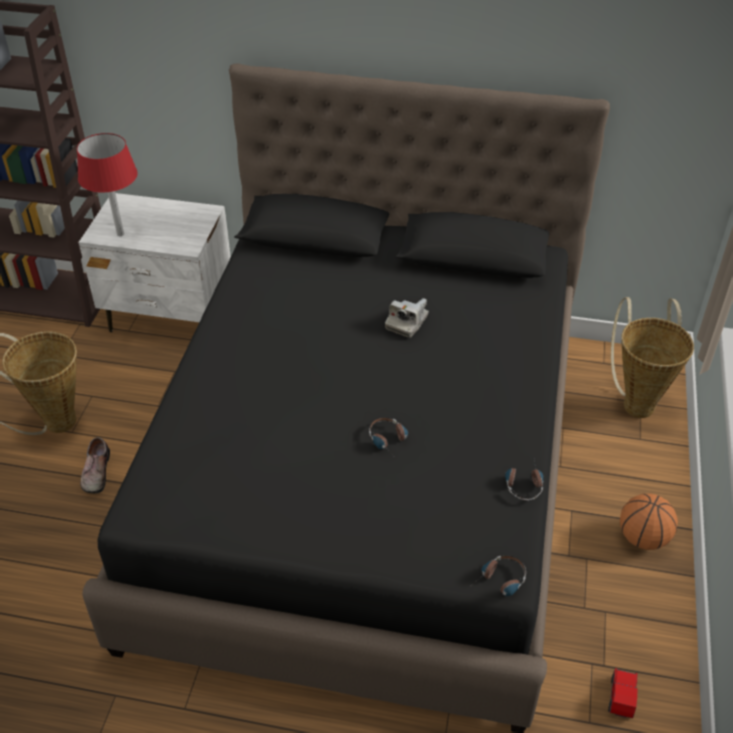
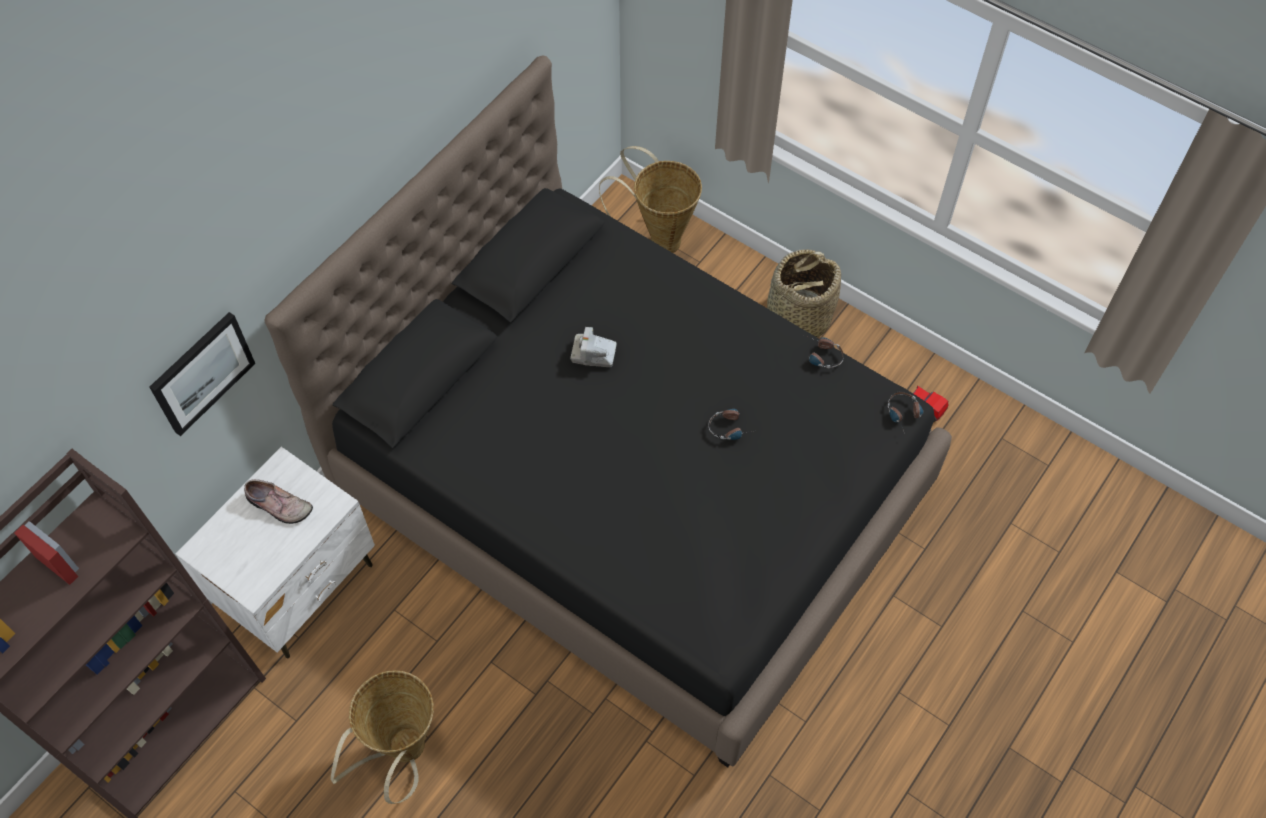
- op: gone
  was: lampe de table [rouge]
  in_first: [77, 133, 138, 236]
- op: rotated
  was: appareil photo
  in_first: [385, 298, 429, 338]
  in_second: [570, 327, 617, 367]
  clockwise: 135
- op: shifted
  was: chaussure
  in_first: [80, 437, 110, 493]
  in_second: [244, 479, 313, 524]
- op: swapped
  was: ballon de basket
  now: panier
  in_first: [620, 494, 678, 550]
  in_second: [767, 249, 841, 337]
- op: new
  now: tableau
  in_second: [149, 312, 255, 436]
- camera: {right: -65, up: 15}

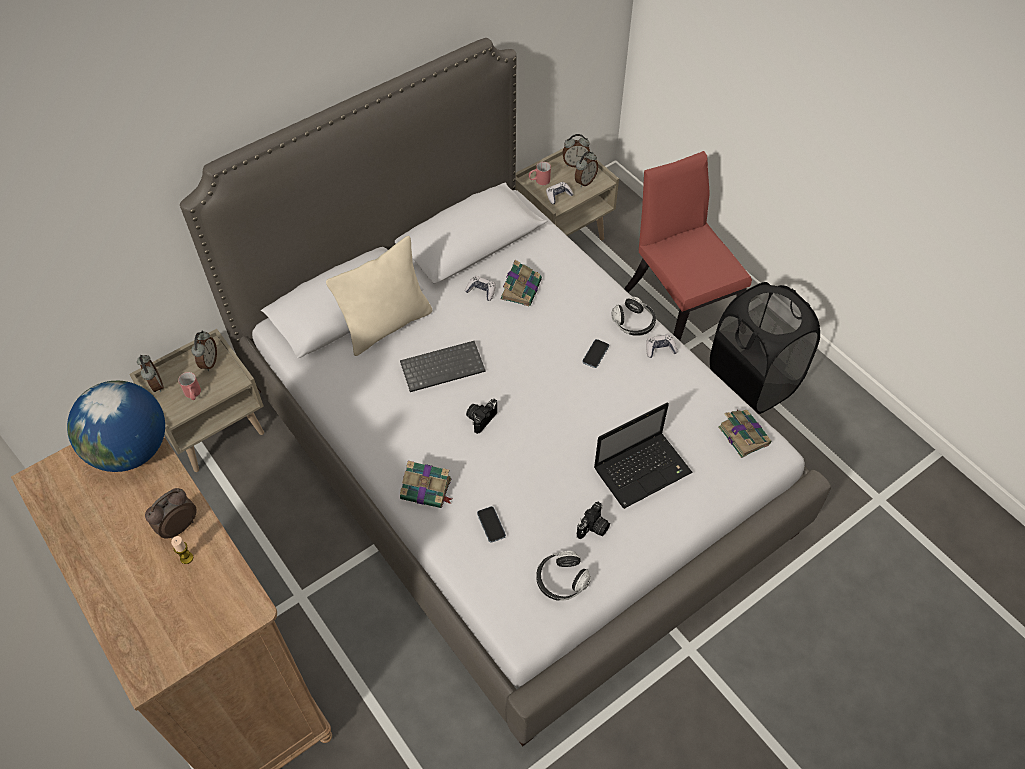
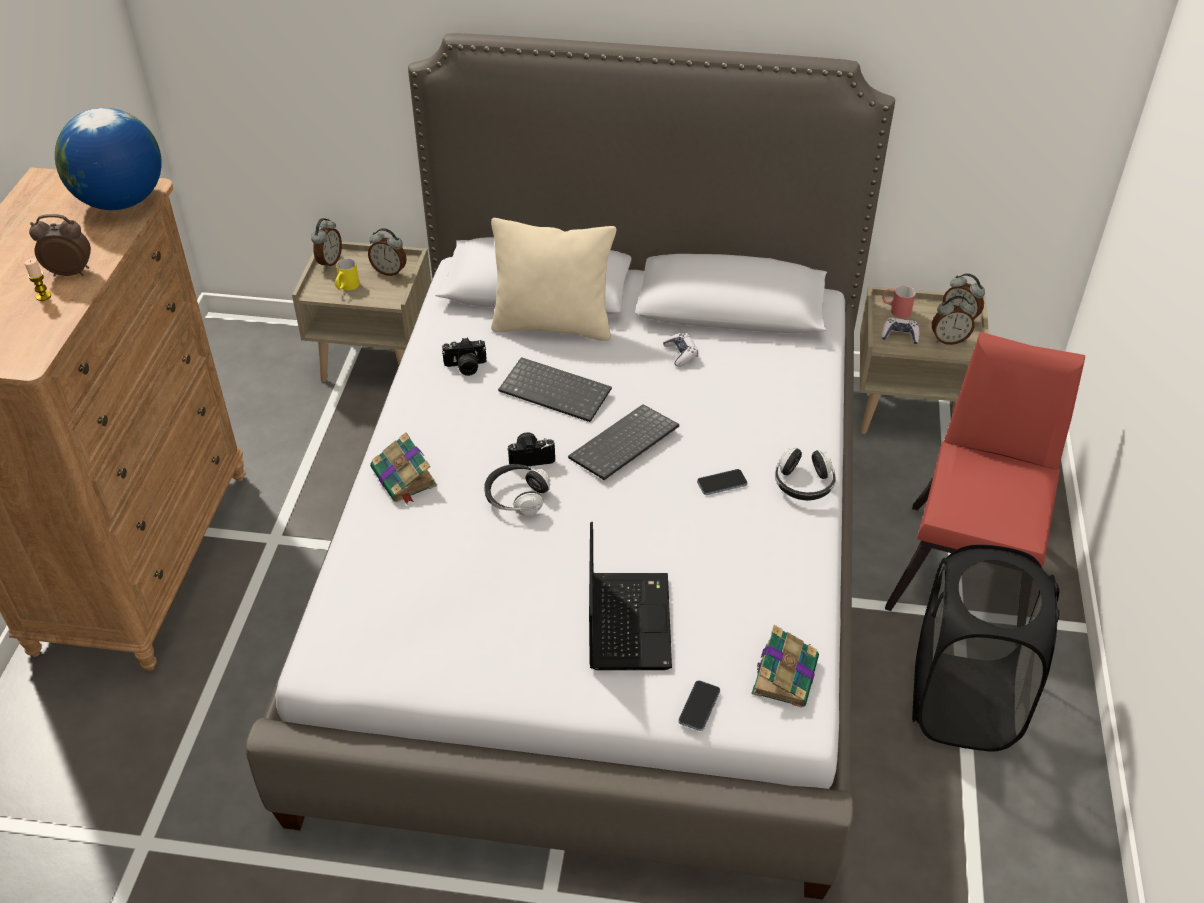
- op: gone
  was: livre
  in_first: [500, 260, 542, 306]
- op: rotated
  was: réveil
  in_first: [191, 331, 217, 371]
  in_second: [368, 228, 407, 276]
  clockwise: 60
- op: gone
  was: manette
  in_first: [646, 334, 678, 358]
- op: repainted
  was: mug [rouge]
  now: mug [jaune]
  in_first: [178, 372, 201, 400]
  in_second: [335, 258, 359, 290]
- op: rotated
  was: ordinateur portable
  in_first: [594, 402, 693, 509]
  in_second: [589, 522, 672, 670]
  clockwise: -105
- op: shifted
  was: appareil photo
  in_first: [577, 502, 610, 539]
  in_second: [442, 337, 487, 376]
- op: shifted
  was: téléphone
  in_first: [477, 506, 506, 543]
  in_second: [678, 680, 720, 731]
- op: shifted
  was: casque audio
  in_first: [536, 551, 591, 601]
  in_second: [484, 464, 551, 516]
- op: new
  now: clavier
  in_second: [568, 404, 679, 480]
- camera: {right: 45, up: -10}

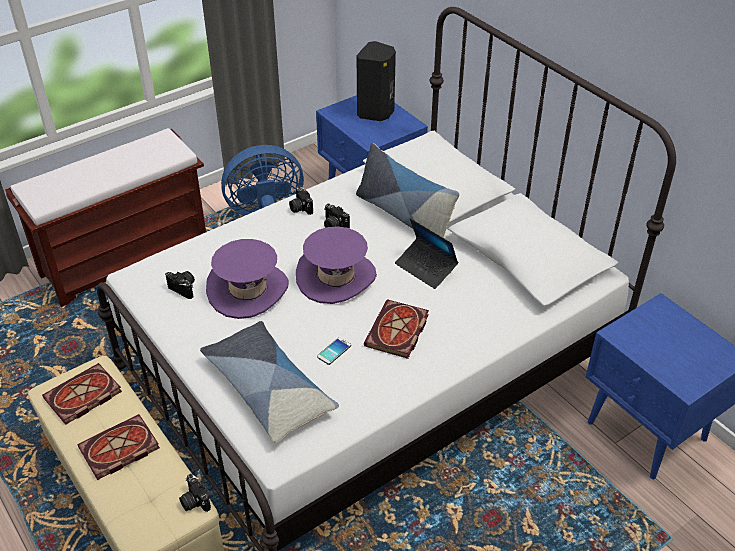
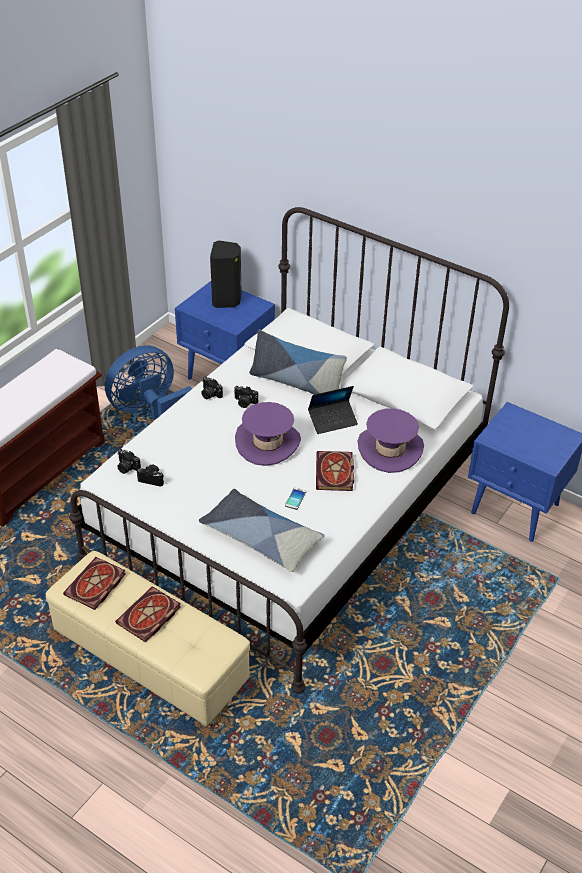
- op: rotated
  was: ordinateur portable
  in_first: [395, 218, 458, 289]
  in_second: [308, 386, 358, 434]
  clockwise: -45
- op: shifted
  was: chapeau [violet]
  in_first: [206, 239, 289, 319]
  in_second: [358, 408, 424, 473]
- op: shifted
  was: appareil photo
  in_first: [179, 474, 211, 512]
  in_second: [117, 449, 141, 474]
- camera: {right: -20, up: 0}

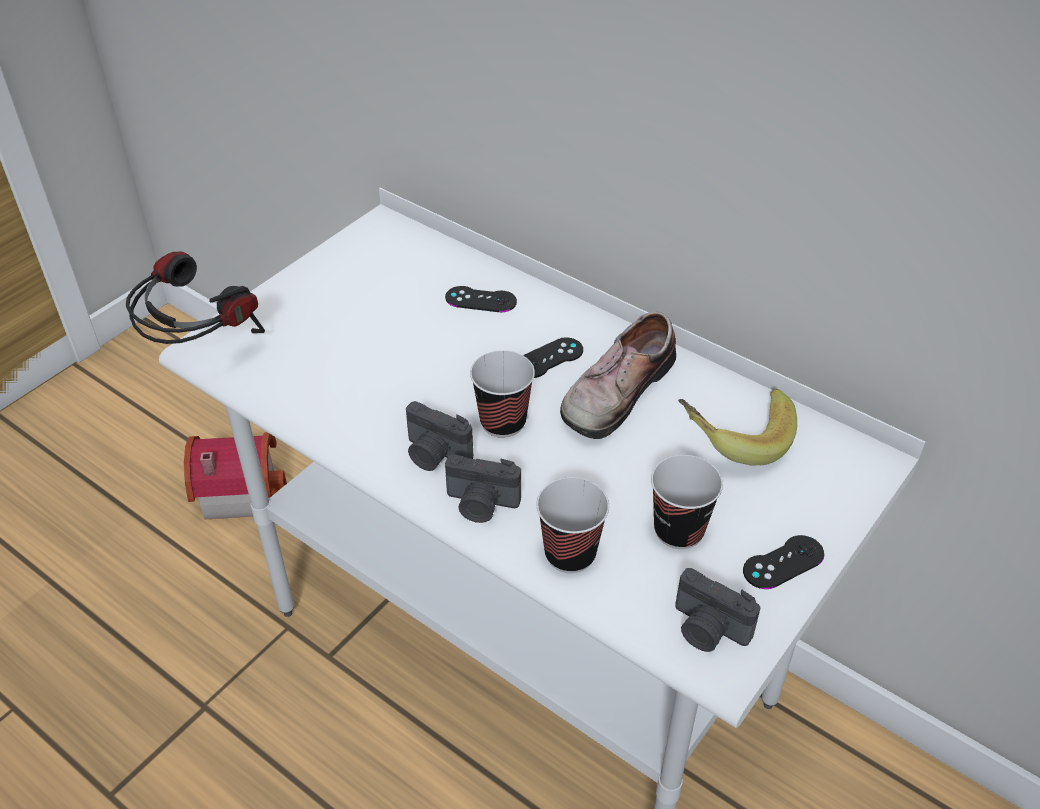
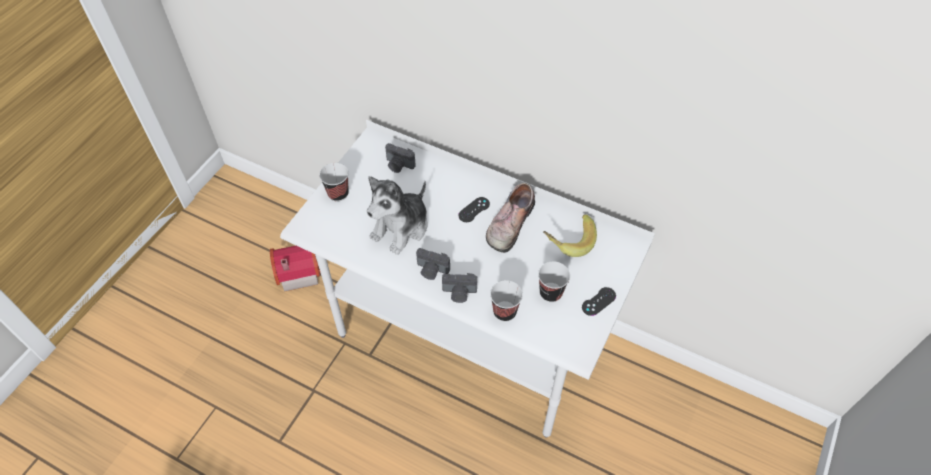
- op: gone
  was: casque audio
  in_first: [126, 252, 265, 344]
- op: gone
  was: manette [noir]
  in_first: [445, 286, 517, 312]
- op: shifted
  was: tasse
  in_first: [470, 350, 535, 438]
  in_second: [319, 163, 349, 202]
- op: shifted
  was: appareil photo
  in_first: [675, 568, 760, 652]
  in_second: [385, 143, 416, 173]
- op: new
  now: peluche
  in_second: [367, 176, 428, 255]
- camera: {right: -10, up: 10}

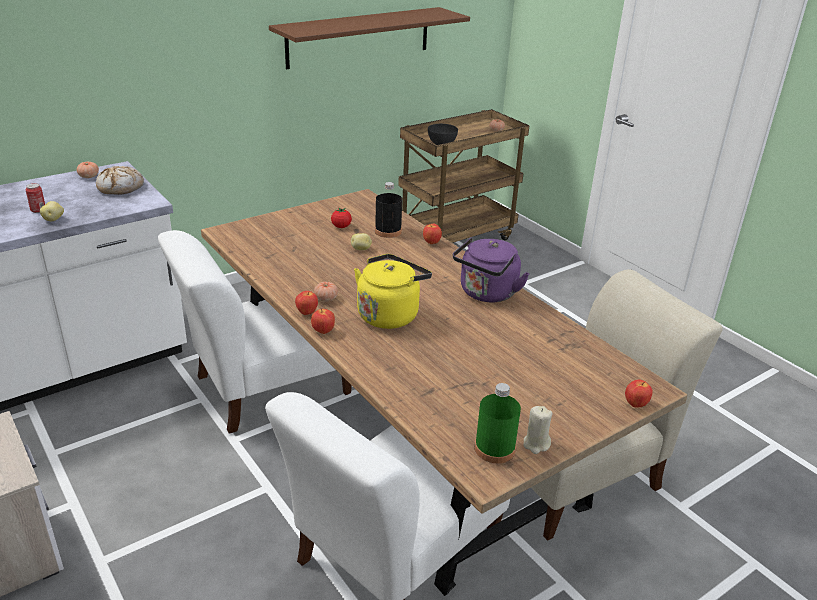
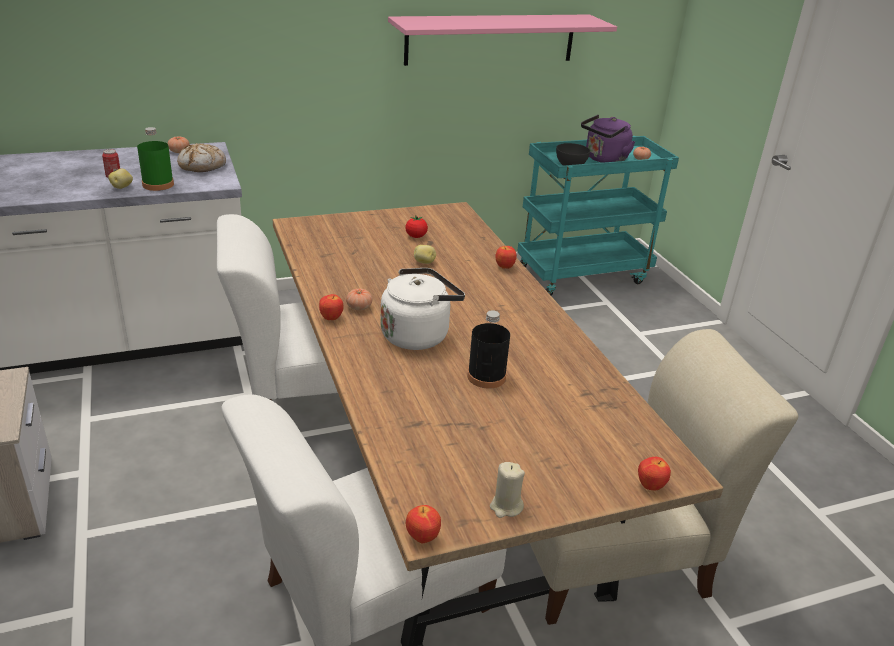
- op: repainted
  was: étagère [marron]
  now: étagère [rose]
  in_first: [269, 7, 470, 69]
  in_second: [388, 14, 617, 66]
- op: repainted
  was: chariot [marron]
  now: chariot [turquoise]
  in_first: [398, 109, 530, 243]
  in_second: [517, 136, 679, 296]
- op: shifted
  was: bouteille [noir]
  in_first: [375, 182, 402, 238]
  in_second: [467, 310, 510, 389]
- op: shifted
  was: bouilloire [violet]
  in_first: [453, 237, 530, 302]
  in_second: [581, 115, 635, 163]
- op: repainted
  was: bouilloire [jaune]
  now: bouilloire [blanc]
  in_first: [354, 254, 432, 329]
  in_second: [380, 268, 465, 350]
- op: shifted
  was: pomme
  in_first: [311, 309, 335, 334]
  in_second: [406, 505, 441, 544]
- op: shifted
  was: bouteille [vert]
  in_first: [475, 383, 521, 463]
  in_second: [137, 127, 174, 191]
- camera: {right: 15, up: 0}

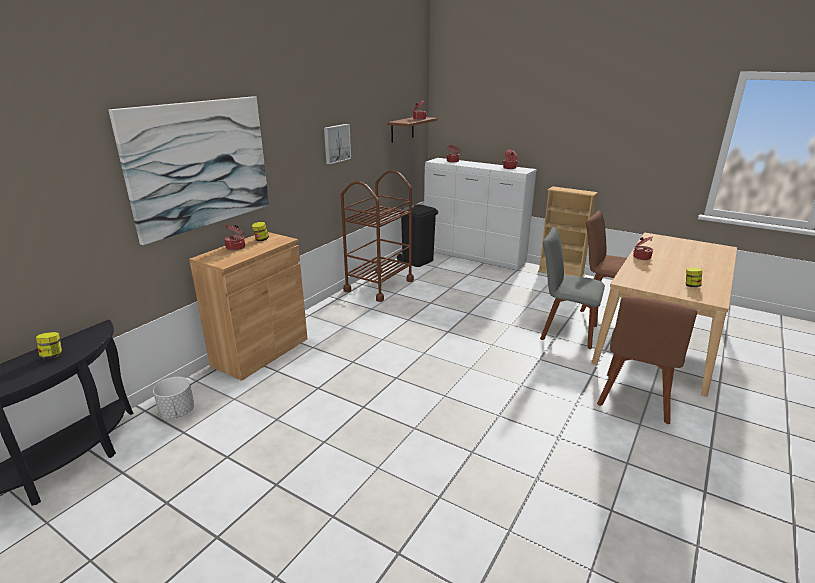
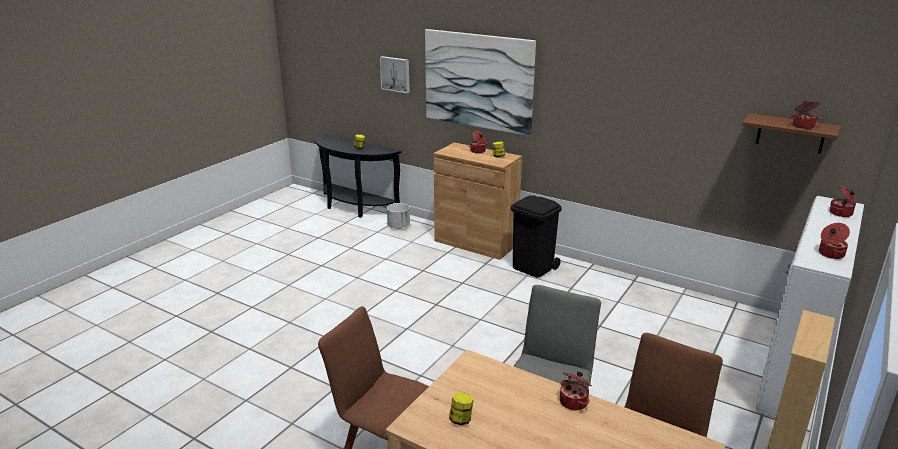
- op: shifted
  was: tableau
  in_first: [324, 124, 351, 164]
  in_second: [380, 56, 410, 93]
- op: gone
  was: chariot [marron]
  in_first: [341, 170, 414, 302]
- op: shifted
  was: poubelle [noir]
  in_first: [397, 204, 438, 267]
  in_second: [511, 195, 562, 277]
- camera: {right: 90, up: 0}

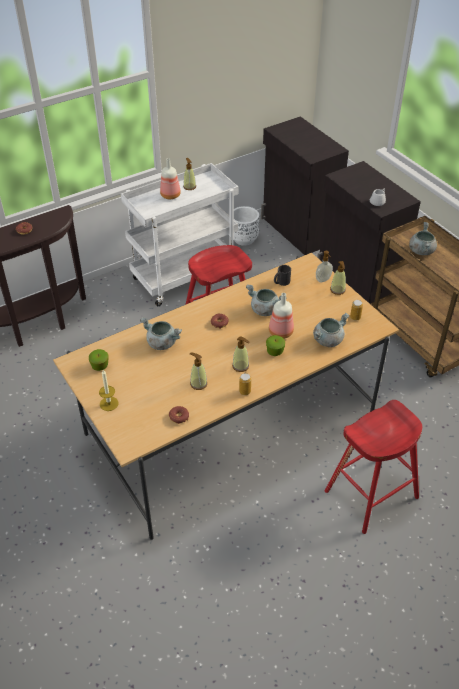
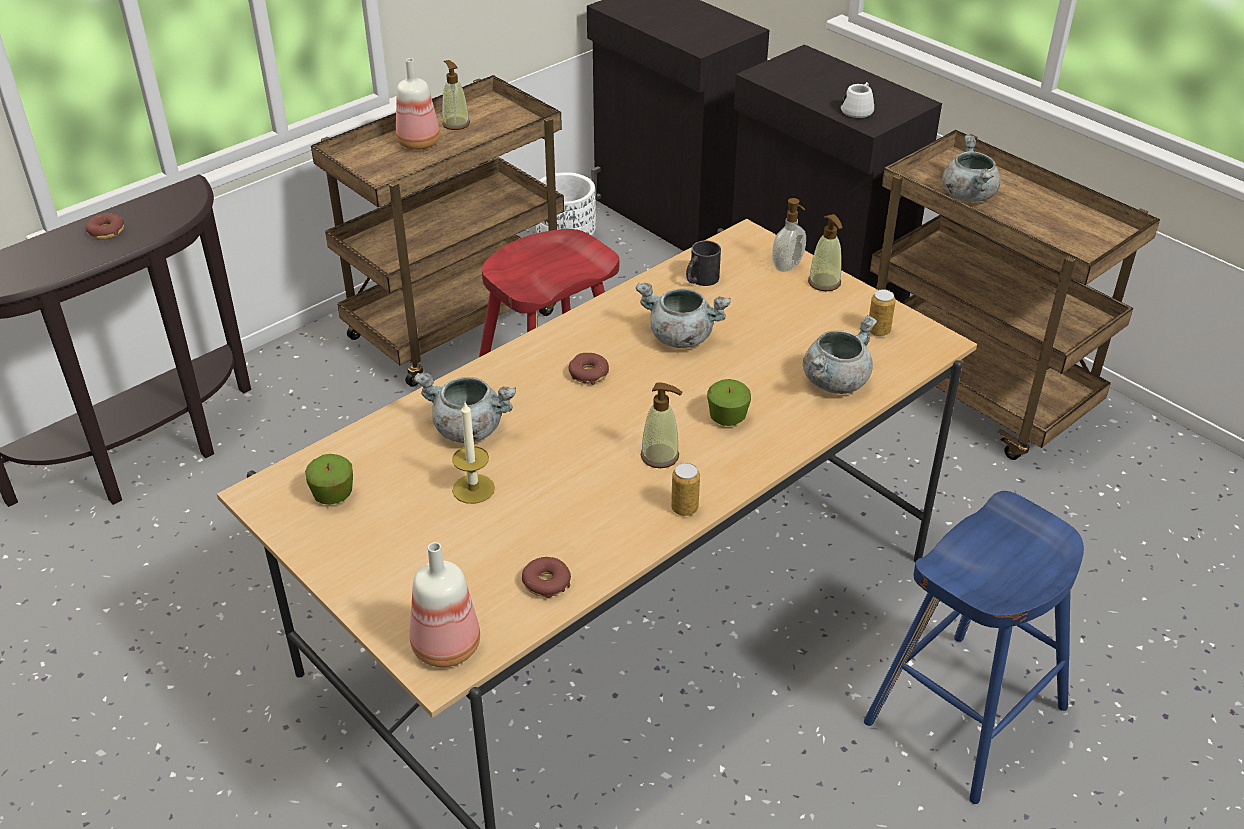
- op: repainted
  was: chariot [blanc]
  now: chariot [marron]
  in_first: [121, 163, 238, 306]
  in_second: [311, 75, 564, 387]
- op: shifted
  was: bouteille
  in_first: [269, 293, 294, 339]
  in_second: [410, 542, 480, 667]
- op: gone
  was: distributeur de savon
  in_first: [190, 353, 207, 390]
- op: shifted
  was: bougie
  in_first: [99, 370, 119, 411]
  in_second: [452, 402, 495, 504]
- op: repainted
  was: tabouret [rouge]
  now: tabouret [bleu]
  in_first: [325, 400, 423, 534]
  in_second: [864, 491, 1084, 804]
- camera: {right: -10, up: -5}

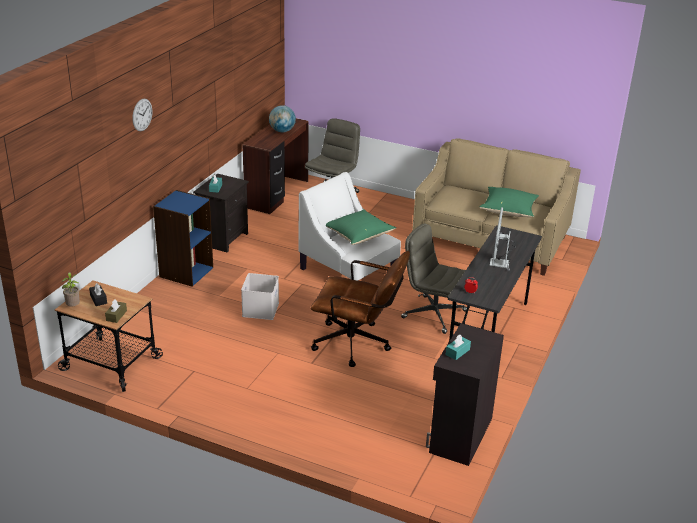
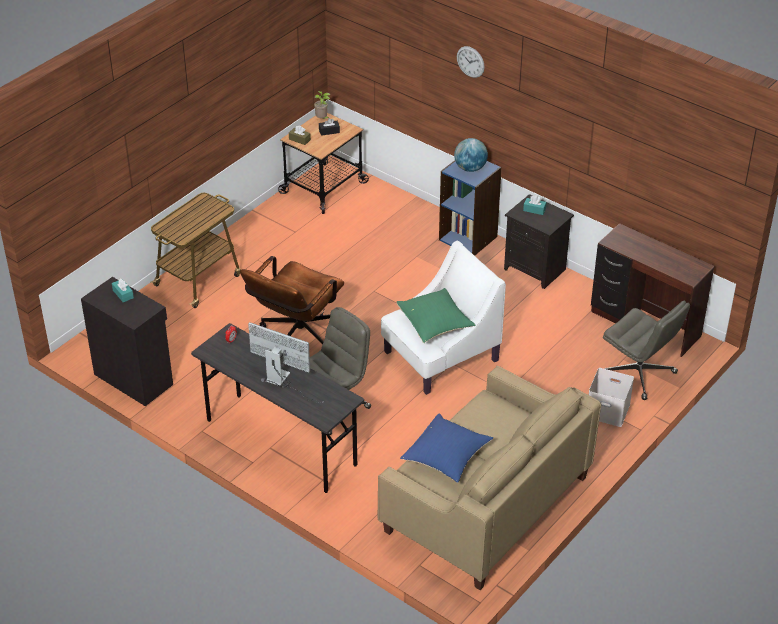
- op: shifted
  was: globe
  in_first: [269, 105, 296, 132]
  in_second: [454, 138, 488, 172]
- op: repainted
  was: coussin [vert]
  now: coussin [bleu]
  in_first: [479, 187, 539, 217]
  in_second: [400, 414, 493, 483]
- op: shifted
  was: boîte de rangement [blanc]
  in_first: [241, 273, 279, 320]
  in_second: [589, 368, 634, 427]
- op: new
  now: chariot
  in_second: [150, 193, 241, 308]
- camera: {right: 105, up: 10}

